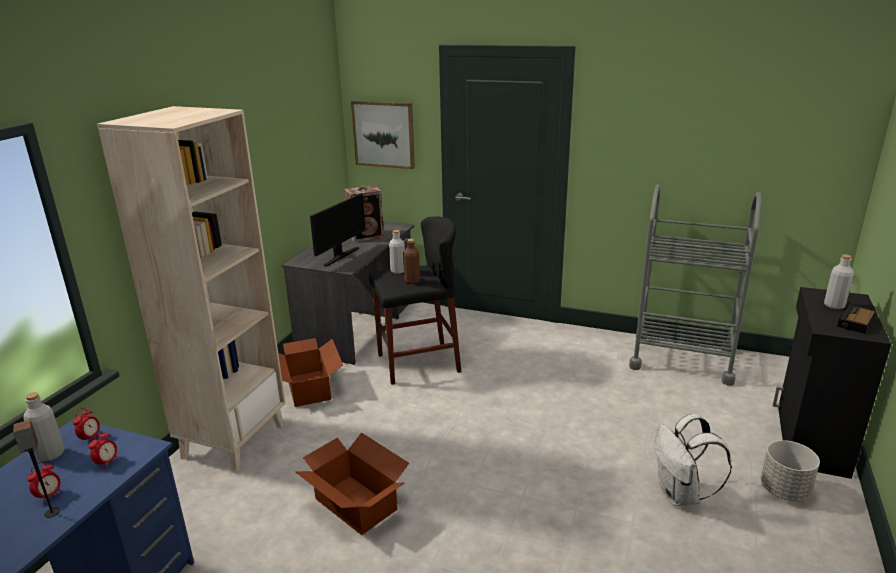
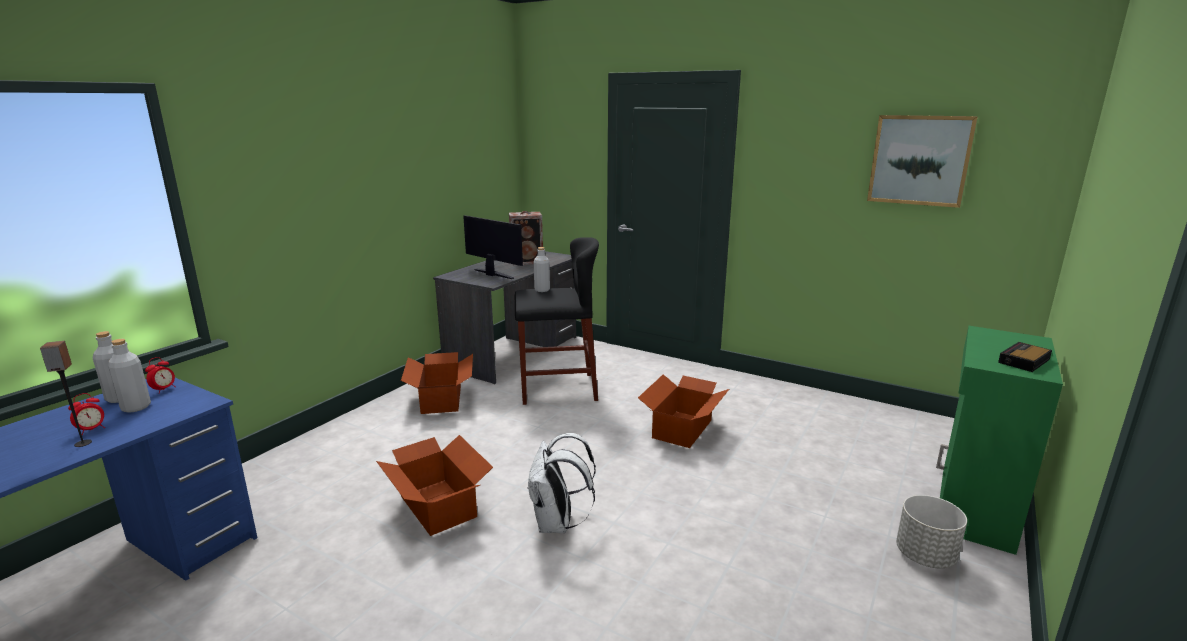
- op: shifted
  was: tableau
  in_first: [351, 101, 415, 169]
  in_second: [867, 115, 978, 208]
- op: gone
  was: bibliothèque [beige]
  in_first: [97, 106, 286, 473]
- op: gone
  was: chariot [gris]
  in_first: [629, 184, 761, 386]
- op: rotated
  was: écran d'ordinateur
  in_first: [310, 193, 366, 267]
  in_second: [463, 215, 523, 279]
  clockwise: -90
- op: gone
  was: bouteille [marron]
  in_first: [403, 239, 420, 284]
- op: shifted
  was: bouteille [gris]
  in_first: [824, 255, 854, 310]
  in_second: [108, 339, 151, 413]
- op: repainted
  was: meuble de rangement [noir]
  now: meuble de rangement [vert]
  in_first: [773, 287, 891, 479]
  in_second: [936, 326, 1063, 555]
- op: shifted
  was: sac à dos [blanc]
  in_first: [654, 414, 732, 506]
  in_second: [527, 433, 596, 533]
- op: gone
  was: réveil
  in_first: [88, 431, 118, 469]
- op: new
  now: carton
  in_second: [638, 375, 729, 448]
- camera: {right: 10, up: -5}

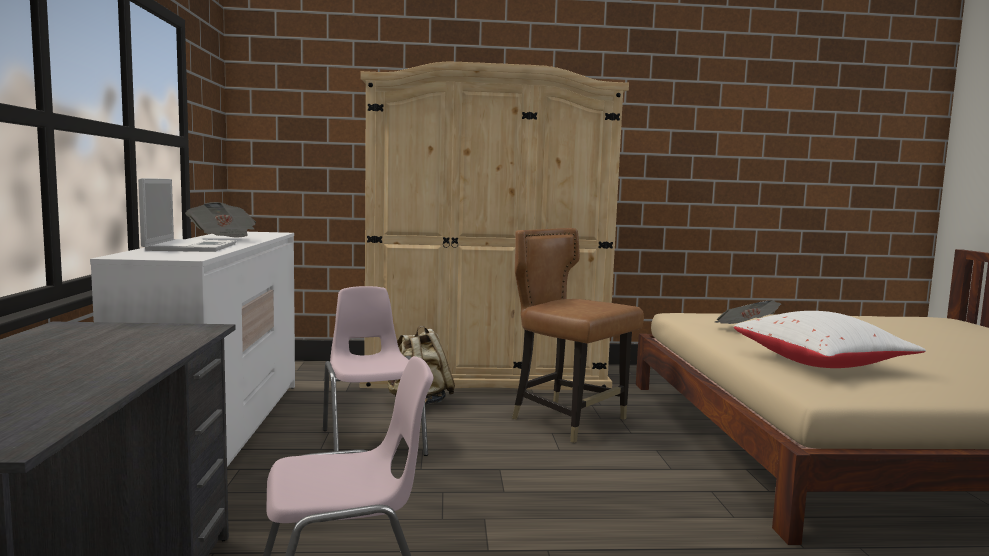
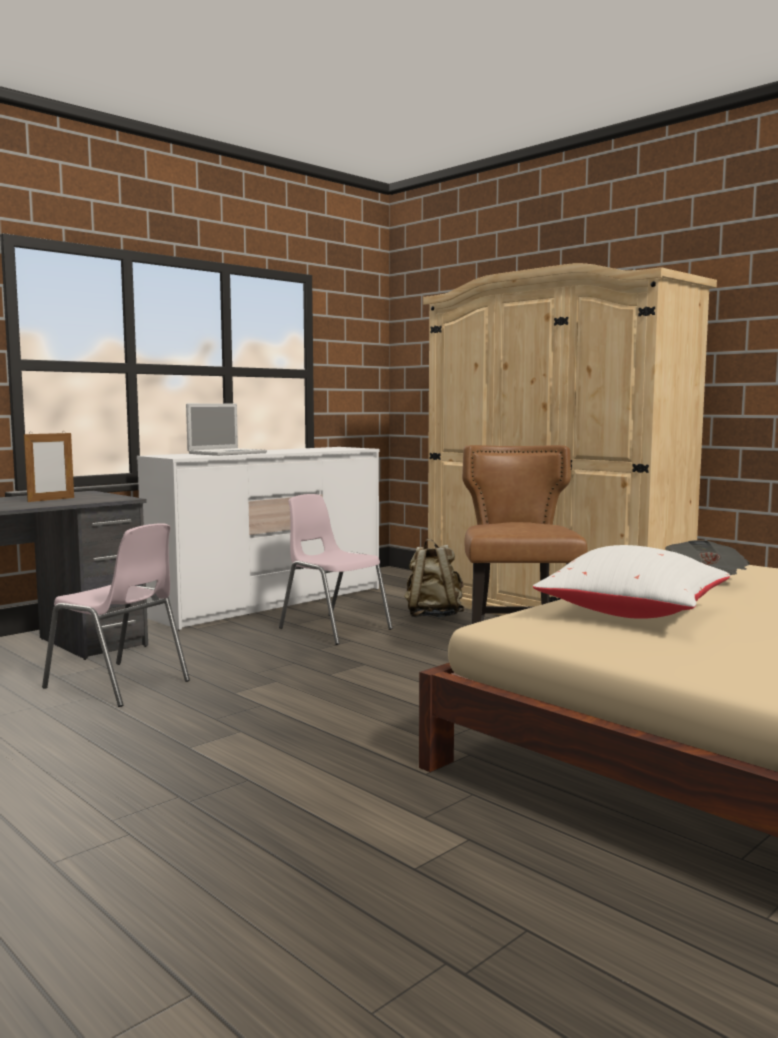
- op: gone
  was: journal
  in_first: [185, 202, 256, 237]
- op: rotated
  was: chaise [rose]
  in_first: [323, 286, 428, 456]
  in_second: [279, 494, 393, 645]
  clockwise: -75
- op: new
  now: cadre photo
  in_second: [24, 432, 74, 502]
- camera: {right: 50, up: 0}

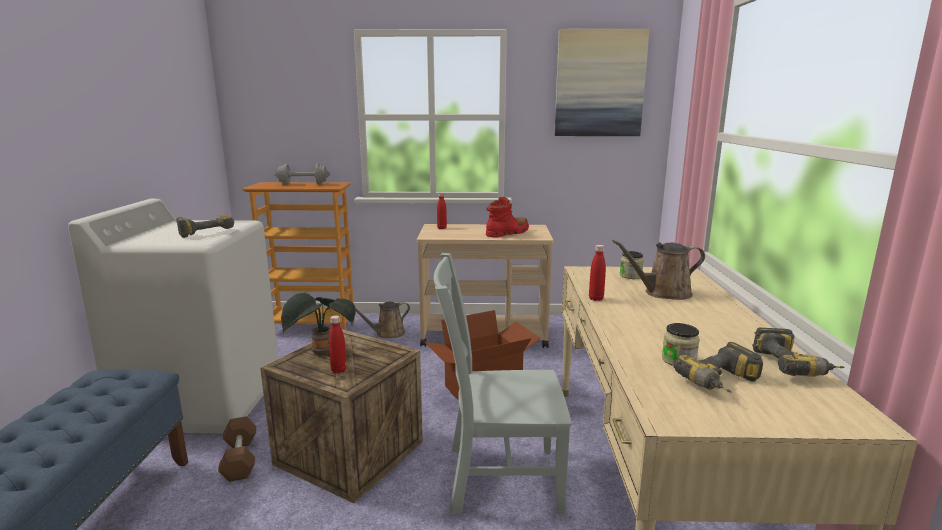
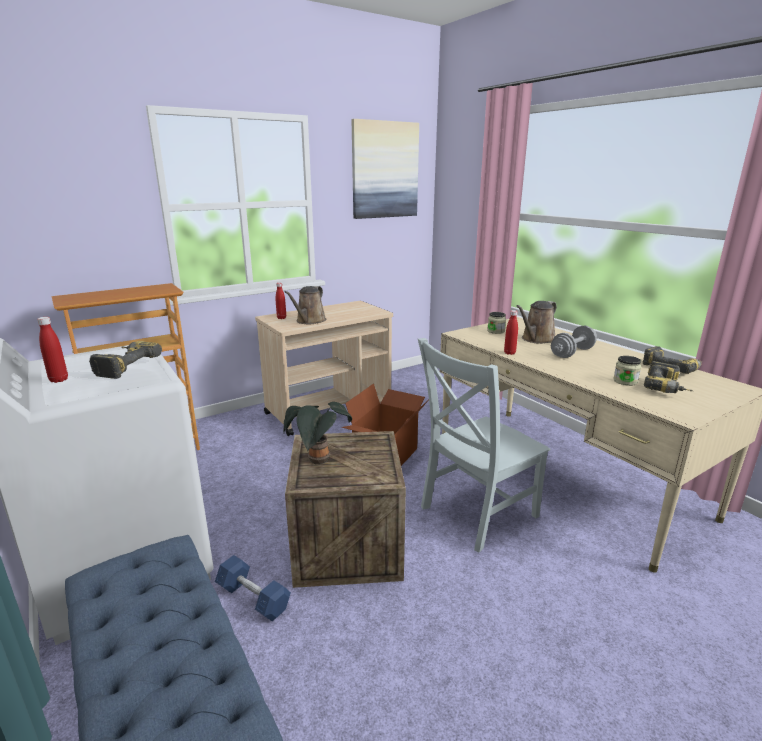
- op: shifted
  was: haltère [gris]
  in_first: [275, 164, 330, 184]
  in_second: [551, 325, 597, 358]
- op: gone
  was: botte [rouge]
  in_first: [486, 197, 529, 238]
- op: shifted
  was: arrosoir [marron]
  in_first: [355, 302, 410, 338]
  in_second: [285, 286, 326, 324]
- op: shifted
  was: bouteille [rouge]
  in_first: [329, 315, 347, 373]
  in_second: [37, 317, 68, 383]
- op: repainted
  was: haltère [marron]
  now: haltère [bleu]
  in_first: [218, 416, 256, 482]
  in_second: [215, 555, 291, 621]
- camera: {right: -35, up: 5}

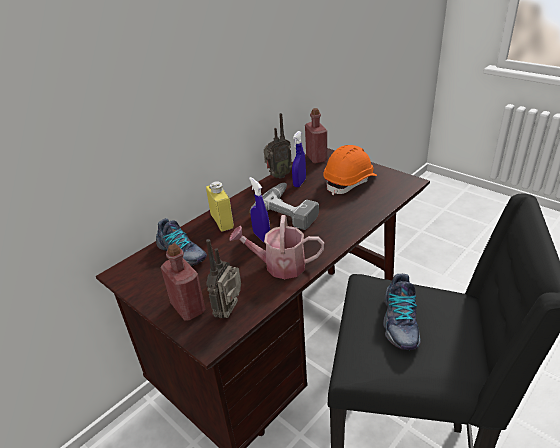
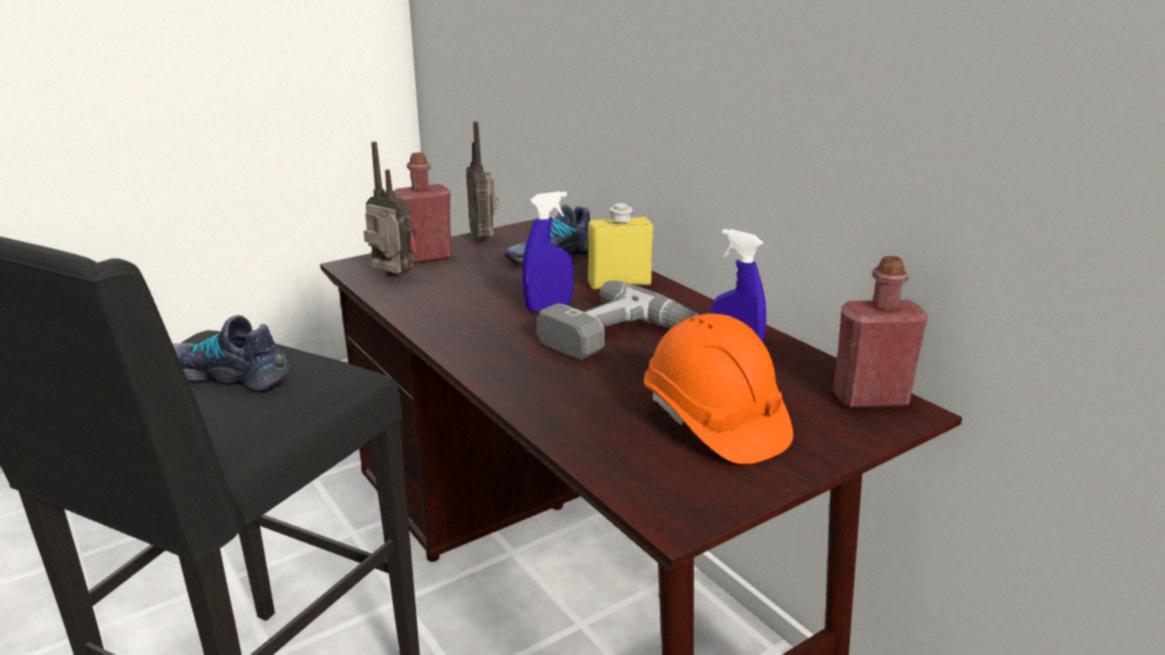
- op: shifted
  was: radio
  in_first: [264, 113, 292, 179]
  in_second: [466, 121, 499, 242]
- op: gone
  was: arrosoir
  in_first: [229, 215, 324, 279]
- camera: {right: 100, up: -10}

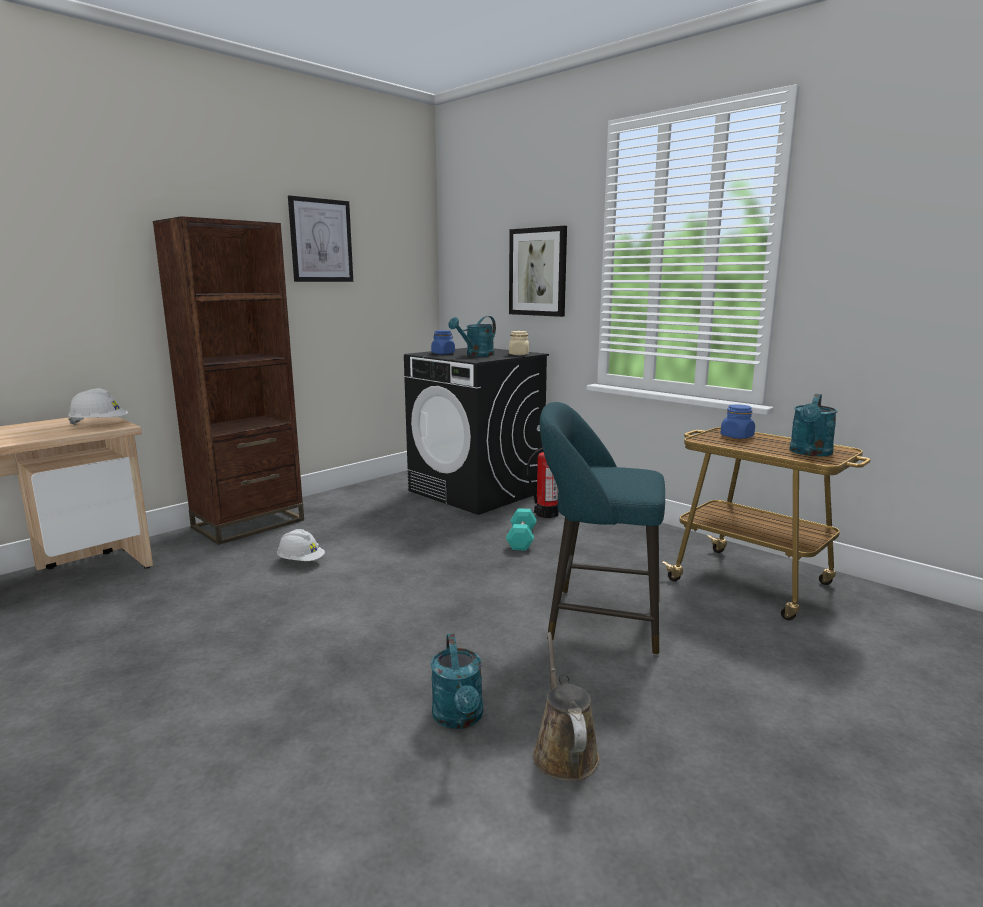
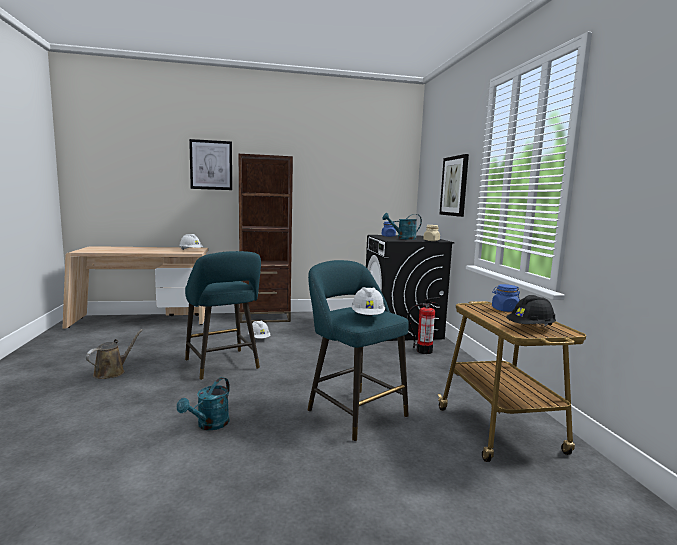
- op: shifted
  was: tableau
  in_first: [288, 195, 353, 282]
  in_second: [189, 139, 232, 190]
- op: swapped
  was: arrosoir [turquoise]
  now: casque de chantier [noir]
  in_first: [789, 394, 838, 456]
  in_second: [506, 295, 556, 326]
- op: gone
  was: haltère [turquoise]
  in_first: [506, 508, 537, 551]
- op: shifted
  was: arrosoir [marron]
  in_first: [533, 632, 599, 781]
  in_second: [86, 329, 143, 379]
- op: new
  now: tabouret [turquoise]
  in_second: [185, 251, 261, 380]
- op: new
  now: casque de chantier [blanc]
  in_second: [351, 287, 385, 315]
- camera: {right: 35, up: -5}

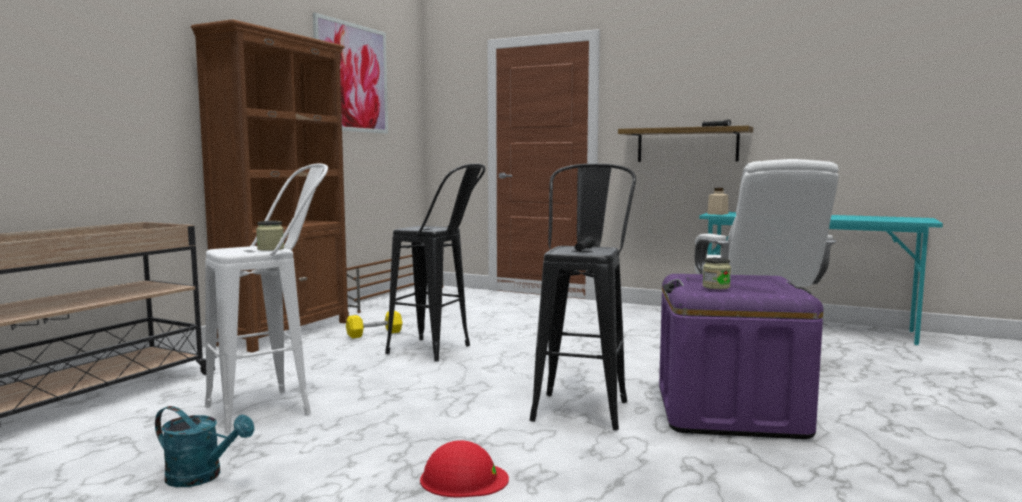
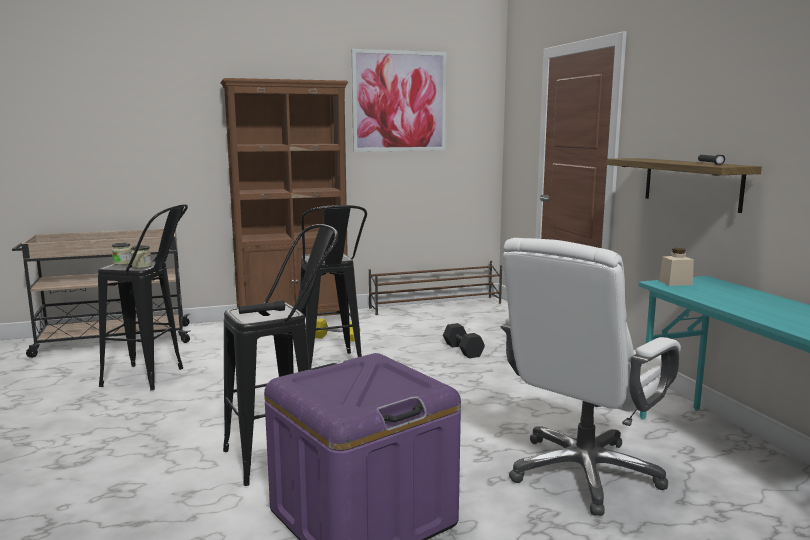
- op: repainted
  was: tabouret [blanc]
  now: tabouret [noir]
  in_first: [205, 163, 328, 432]
  in_second: [98, 204, 188, 390]
- op: shifted
  was: bocal
  in_first: [703, 258, 731, 289]
  in_second: [112, 243, 132, 265]
- op: gone
  was: arrosoir [turquoise]
  in_first: [155, 406, 255, 487]
- op: gone
  was: casque de chantier [rouge]
  in_first: [420, 440, 509, 498]
- op: new
  now: haltère [noir]
  in_second: [443, 323, 485, 358]
- camera: {right: 45, up: 5}

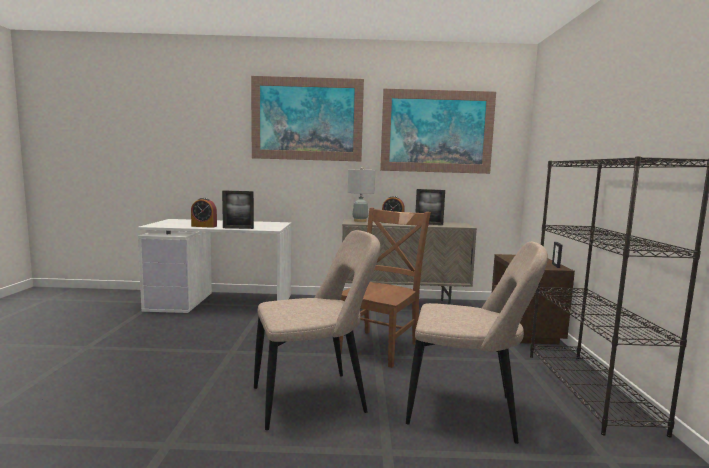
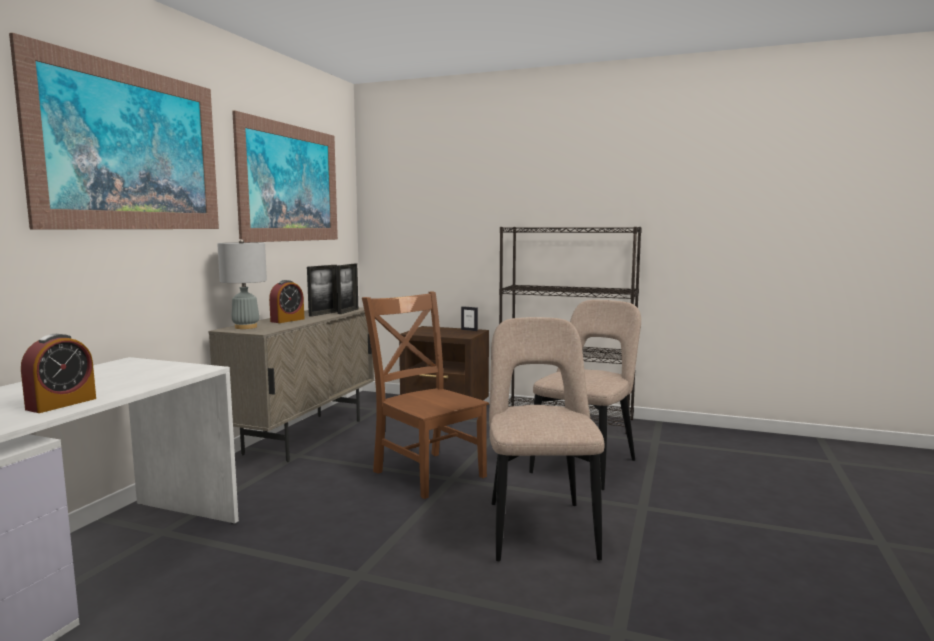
- op: shifted
  was: cadre photo
  in_first: [222, 190, 254, 229]
  in_second: [336, 264, 358, 314]
- camera: {right: -70, up: 0}

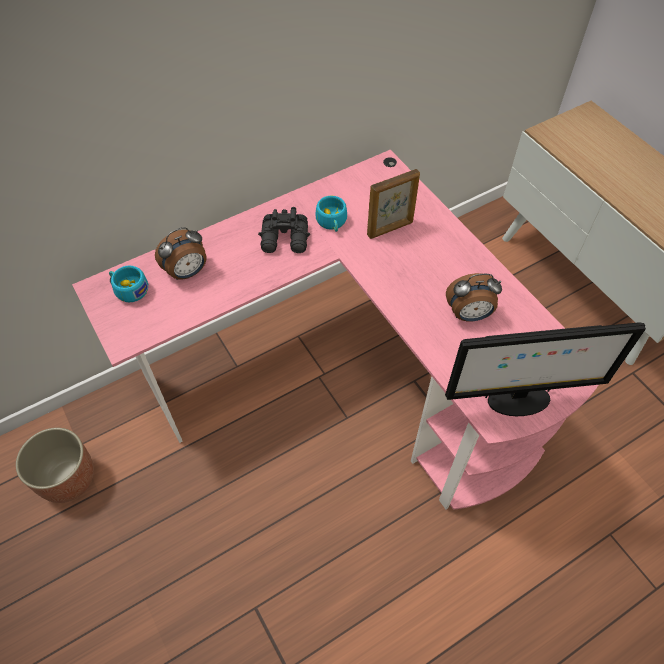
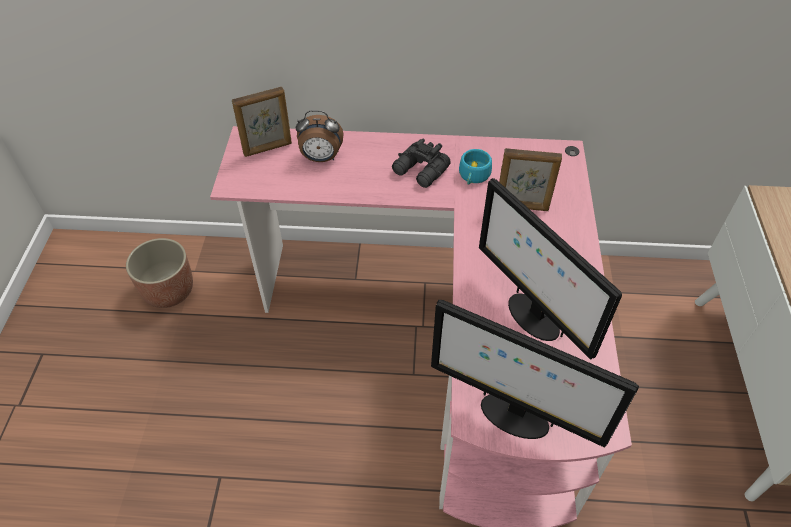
- op: swapped
  was: tasse [turquoise]
  now: cadre photo
  in_first: [109, 265, 148, 302]
  in_second: [232, 87, 292, 157]
- op: swapped
  was: réveil
  now: écran d'ordinateur
  in_first: [446, 273, 502, 321]
  in_second: [479, 178, 622, 360]
- camera: {right: 35, up: -5}

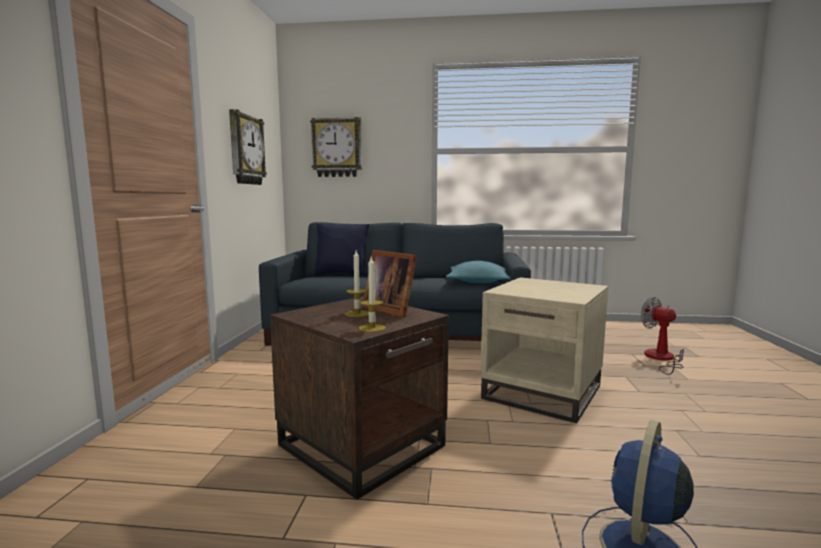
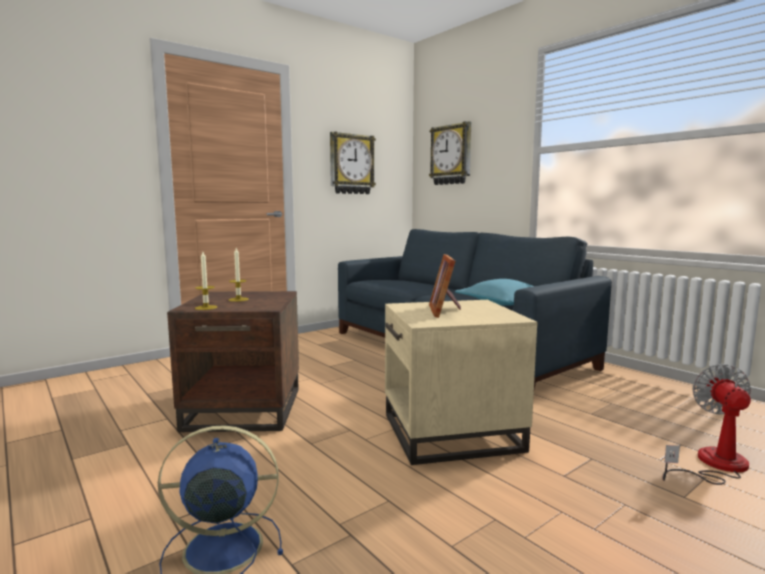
- op: gone
  was: coussin [bleu]
  in_first: [313, 223, 370, 276]
- op: shifted
  was: cadre photo
  in_first: [362, 250, 417, 317]
  in_second: [429, 254, 461, 318]
- camera: {right: 45, up: 0}

